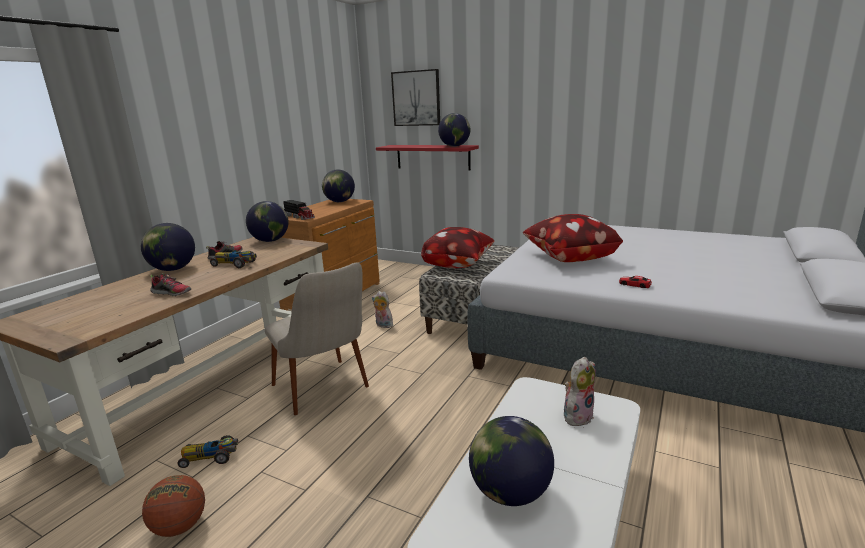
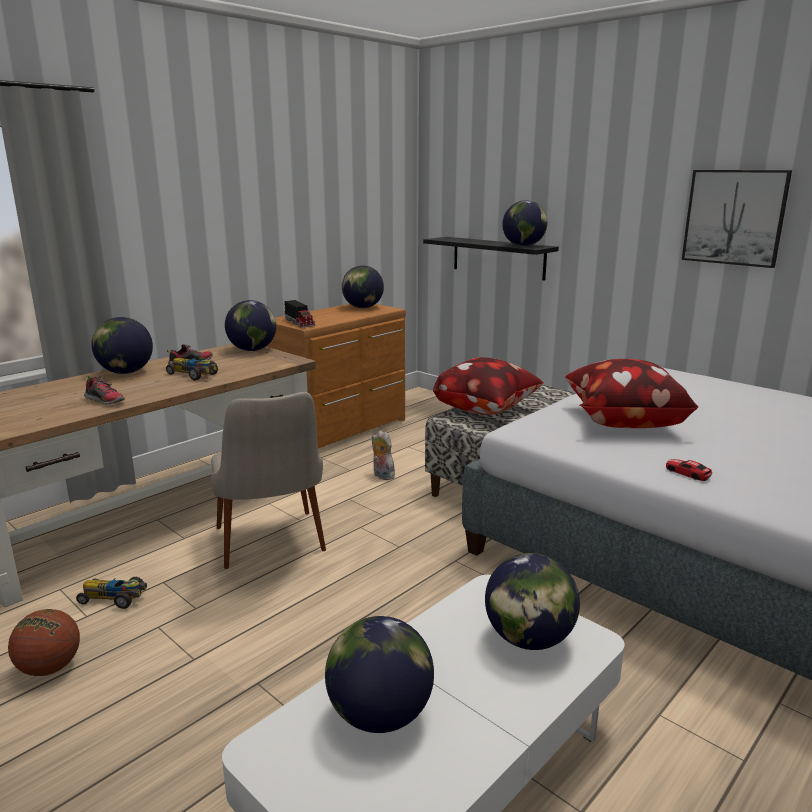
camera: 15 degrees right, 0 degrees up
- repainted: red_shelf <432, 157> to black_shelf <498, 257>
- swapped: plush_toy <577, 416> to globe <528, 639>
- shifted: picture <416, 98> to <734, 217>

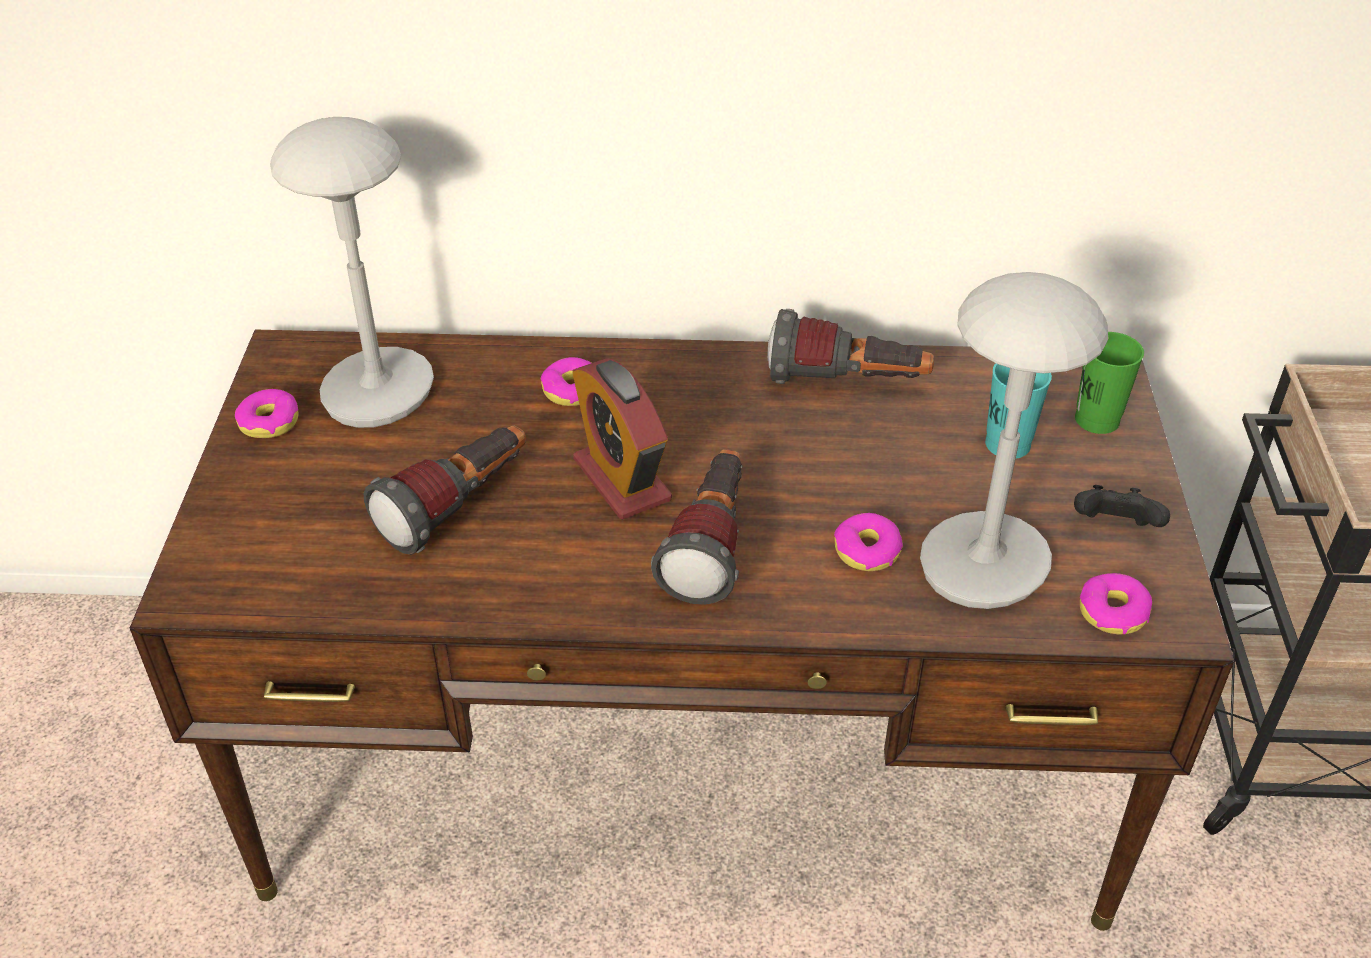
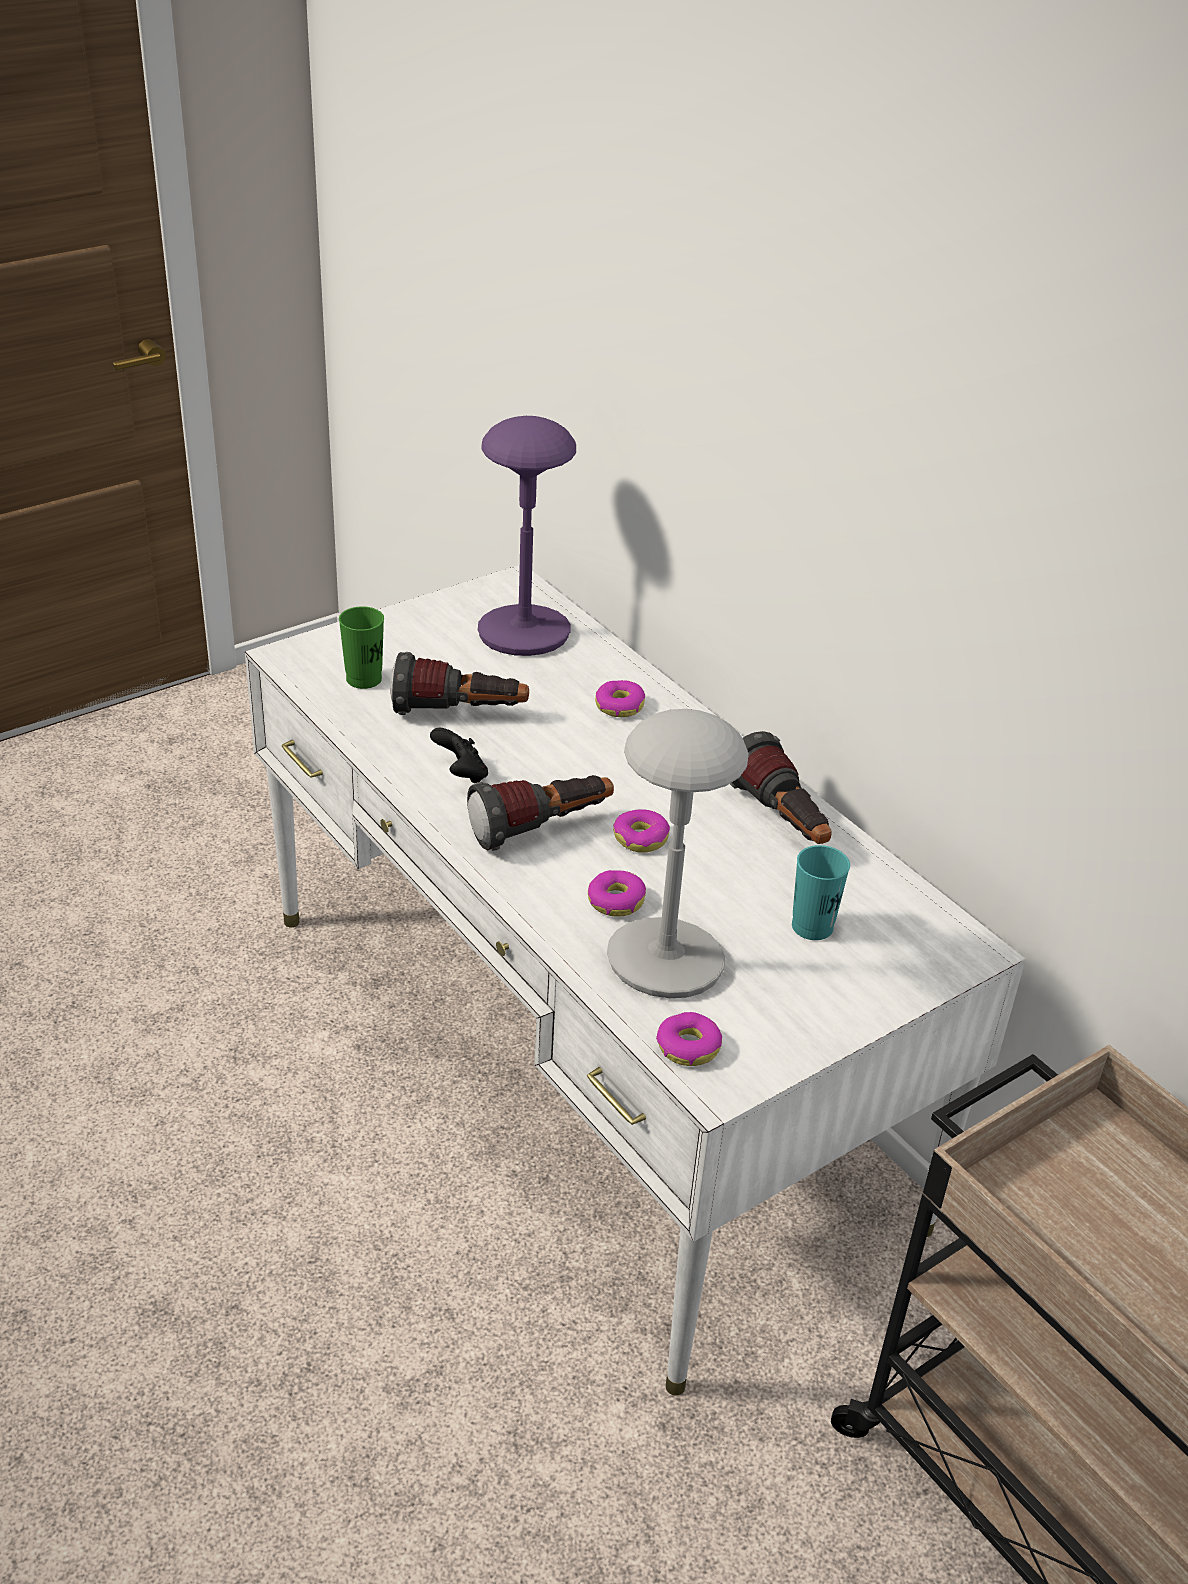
camera: 50 degrees right, 5 degrees down
- repainted: brown_desk <686, 761> to white_desk <581, 1062>
- shifted: green_cup <1097, 420> to <364, 679>
- shifted: black_game_controller <1114, 528> to <461, 774>
- repainted: grey_table_lamp <378, 391> to purple_table_lamp <524, 634>
- shifted: donut <269, 422> to <641, 838>
- gone: alarm_clock <622, 480>

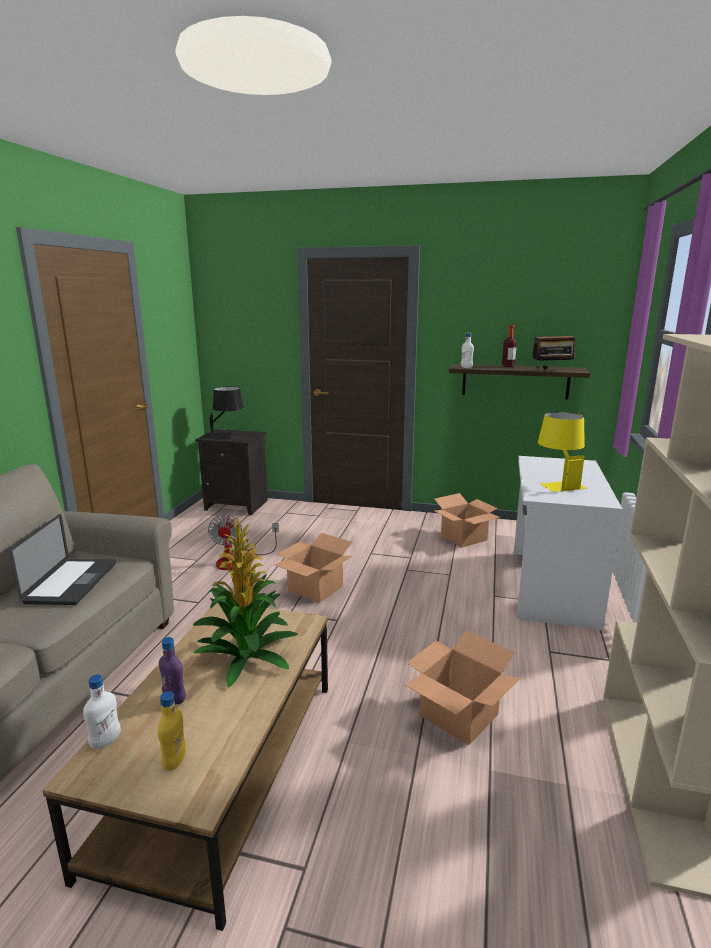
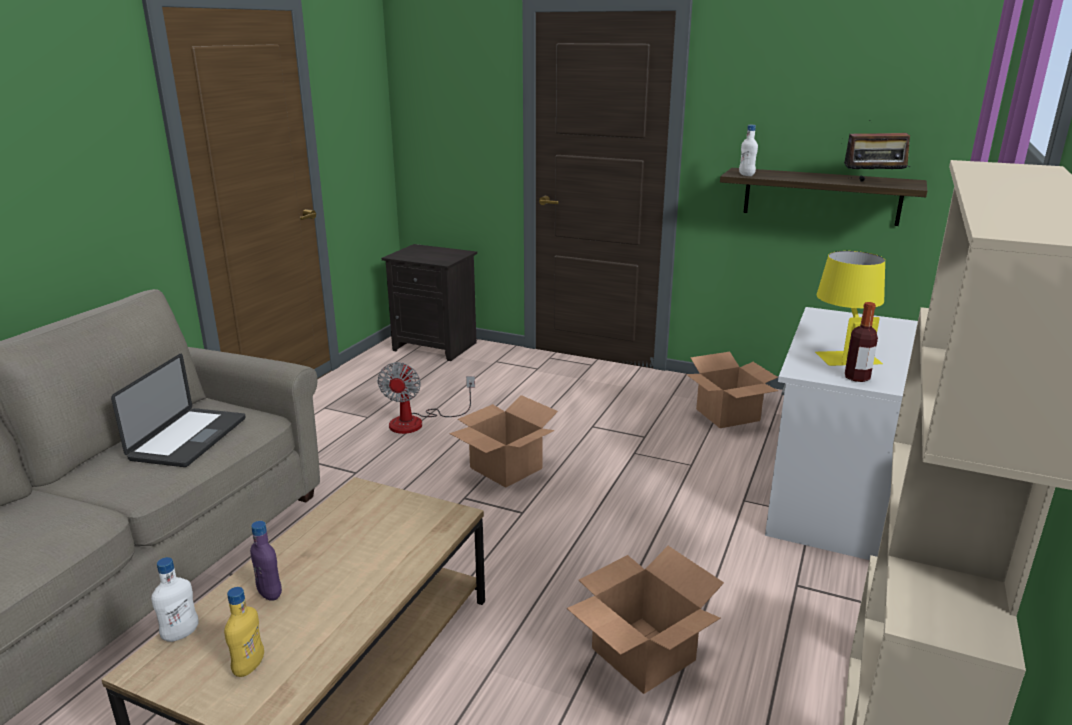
camera: 10 degrees right, 5 degrees up
- shifted: bottle <508, 366> to <857, 377>
- gone: potted_plant <248, 657>
- gone: black_table_lamp <228, 435>

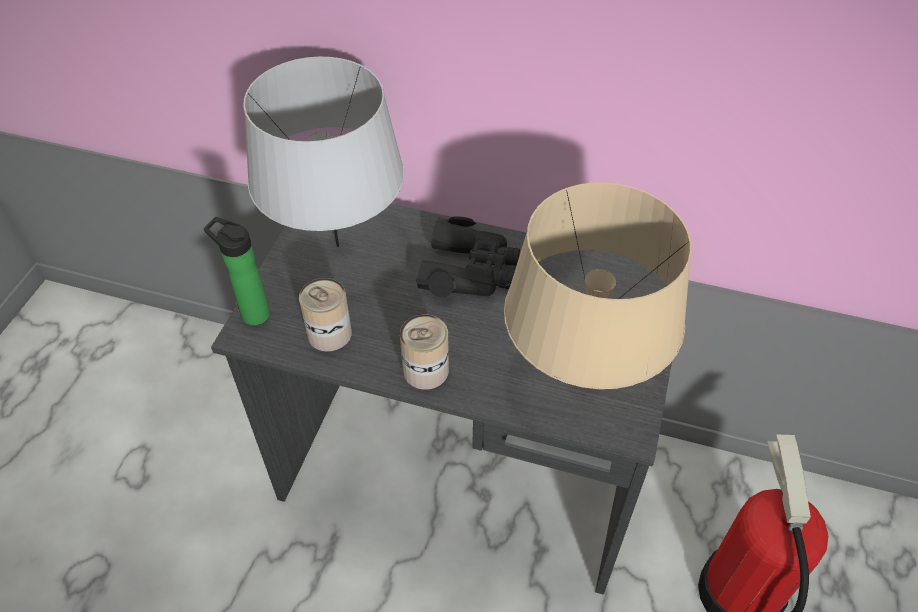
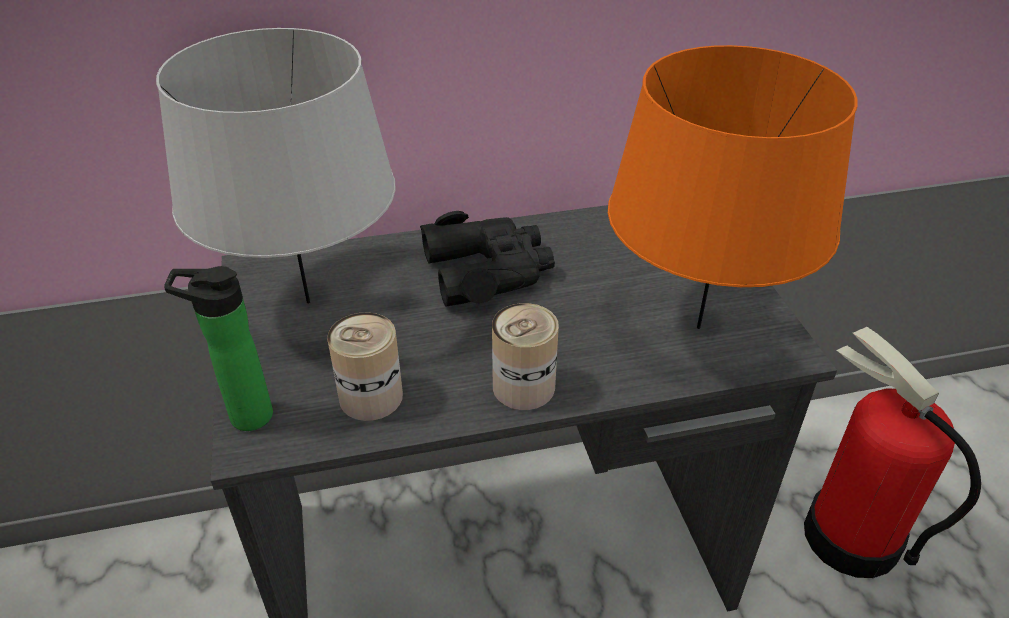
camera: 30 degrees left, 10 degrees down
- repainted: beige_table_lamp <580, 382> to orange_table_lamp <699, 328>

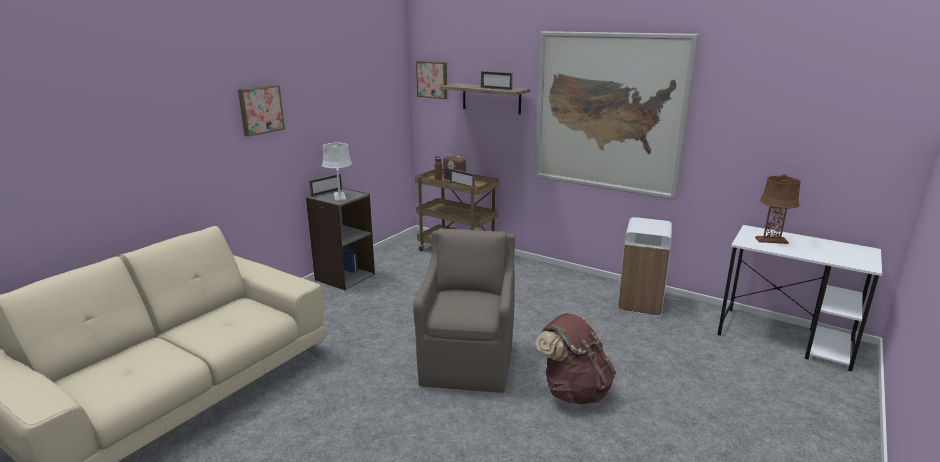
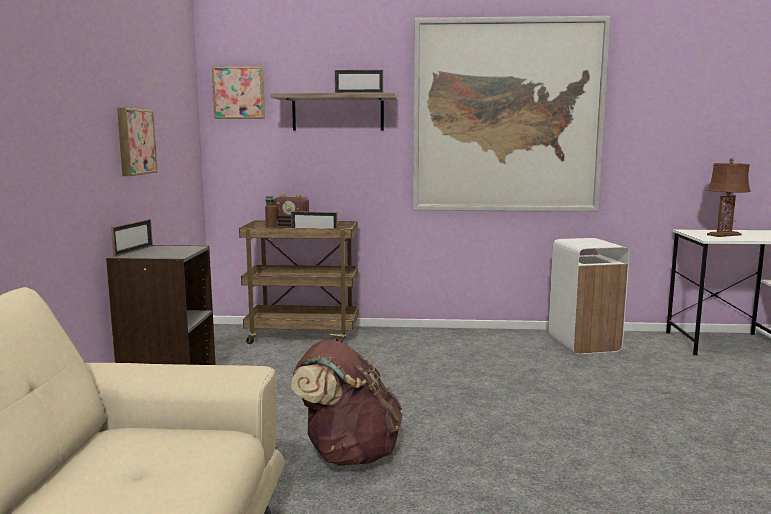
camera: 30 degrees left, 10 degrees down
- shifted: picture <260, 109> to <134, 141>
- shifted: brown_backpack <573, 391> to <348, 454>
- gone: white_table_lamp <339, 197>
- gone: brown_armchair <468, 362>

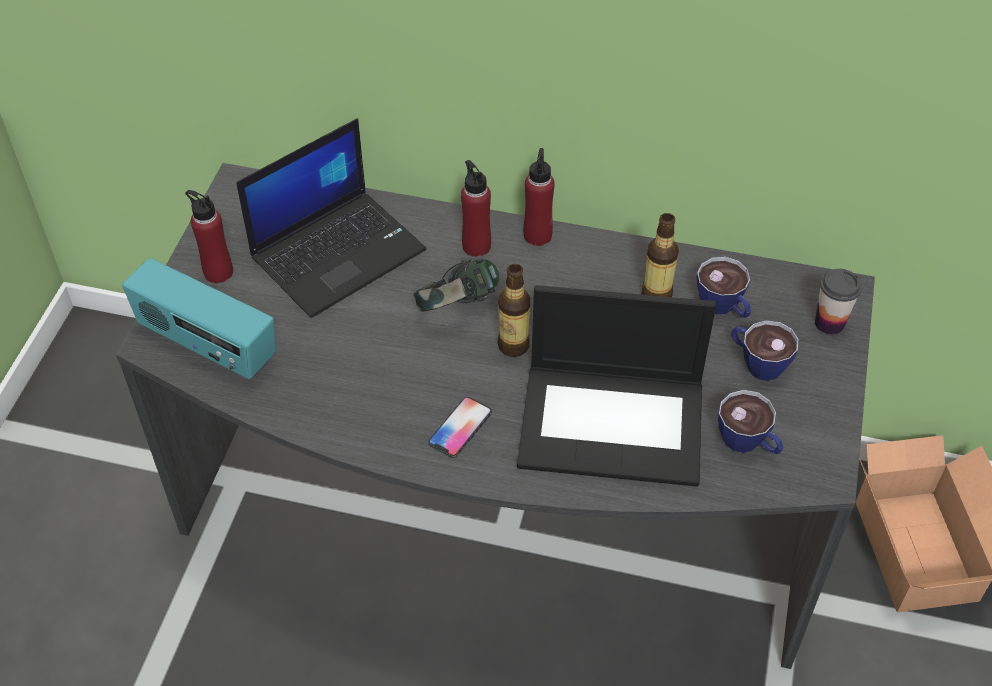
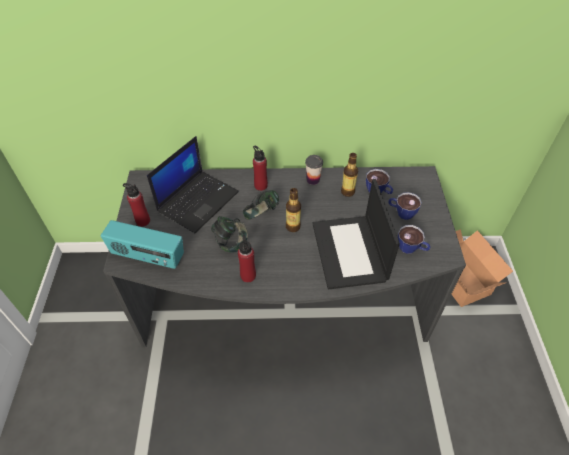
camera: 15 degrees left, 0 degrees up
- new: headphones <231, 242>
- shifted: red_bottle <537, 235> to <248, 276>
- shifted: cup <829, 323> to <313, 180>
- rotated: laptop <614, 423> = <350, 252> 90 degrees clockwise
- gone: phone <460, 428>

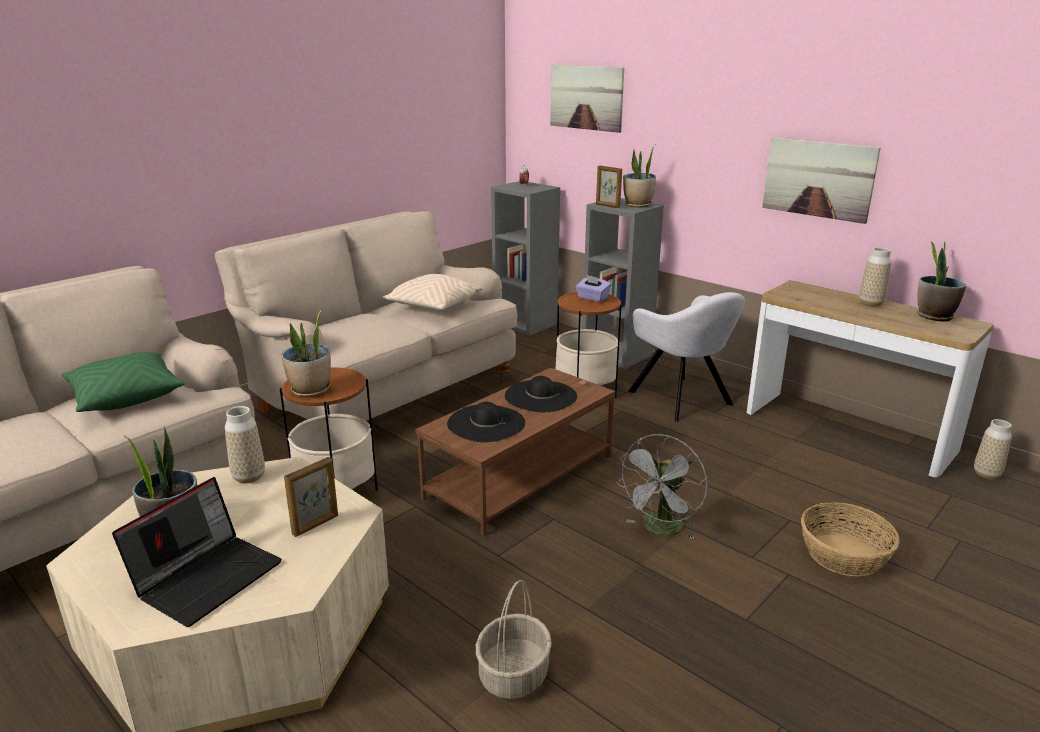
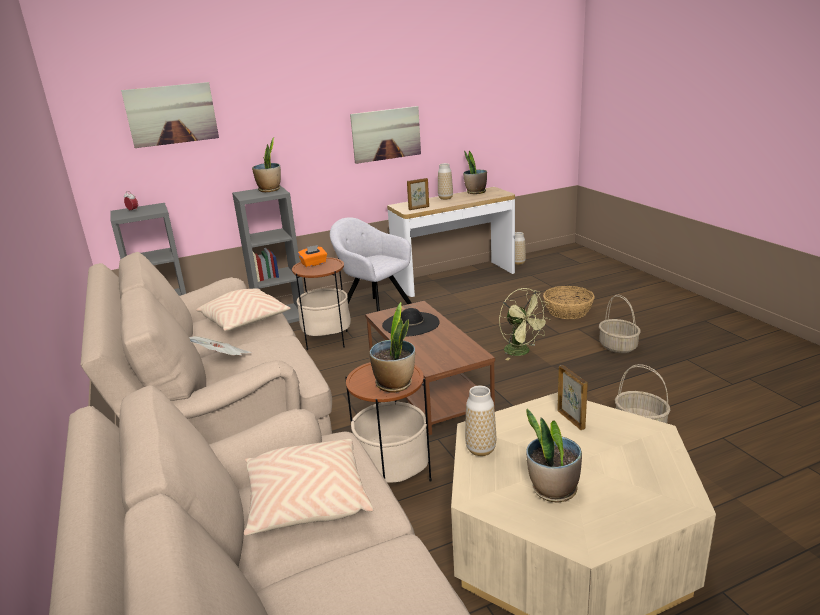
camera: 65 degrees left, 0 degrees up
- new: newspaper <222, 360>
- repainted: green_pillow <125, 396> to beige_pillow <307, 501>
- repainted: purple_tissue_box <592, 298> to orange_tissue_box <314, 264>
- rotated: grey_armchair <683, 399> = <374, 311> 135 degrees counterclockwise
- shifted: picture_frame <607, 206> to <419, 208>
- repainted: grey_fan <661, 530> to green_fan <521, 352>
- new: basket <618, 346>
- gone: laptop <208, 576>
- gone: black_hat <486, 423>

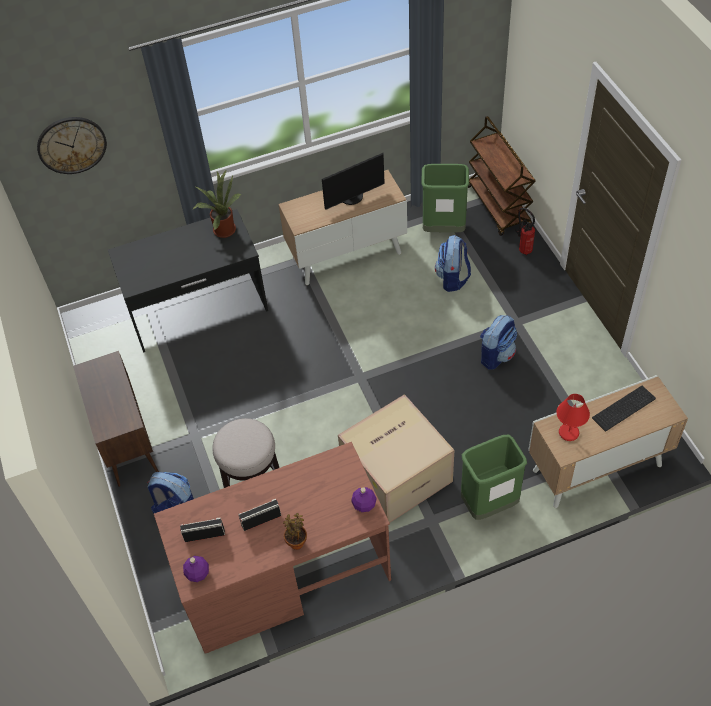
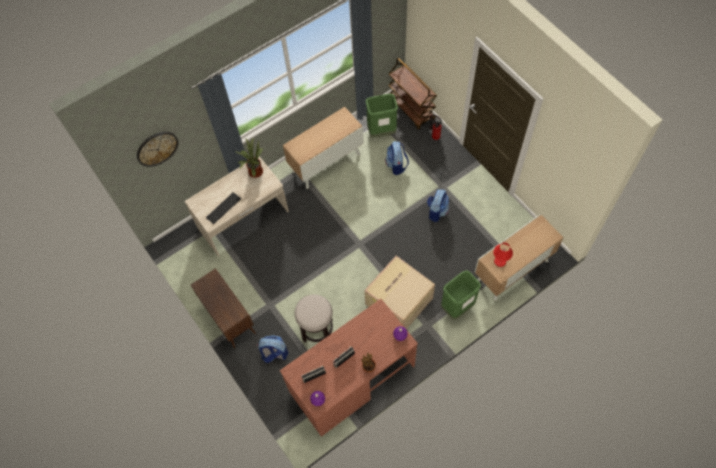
camera: 15 degrees left, 10 degrees up
- repainted: black_desk <198, 310> to beige_desk <243, 220>
- shifted: keyboard <624, 409> to <223, 208>
- gone: monitor <352, 198>

